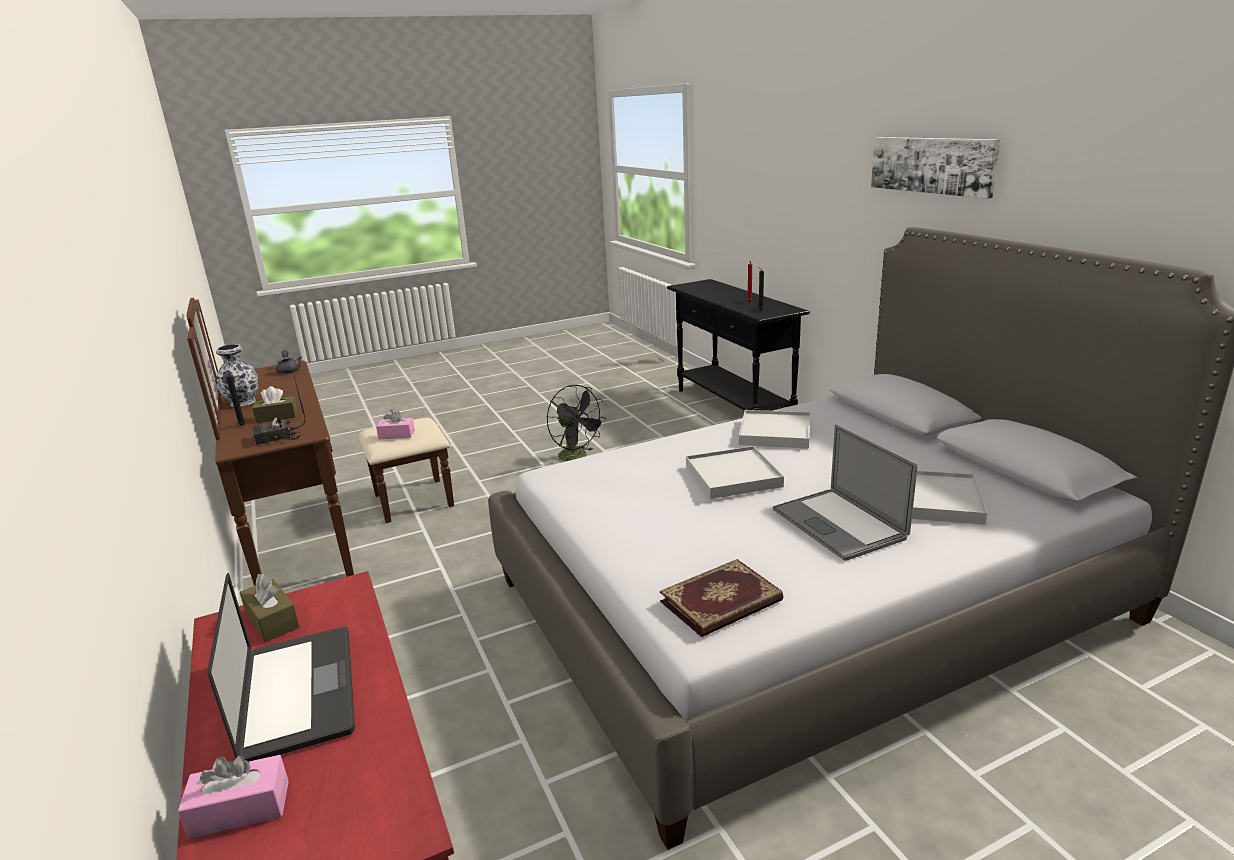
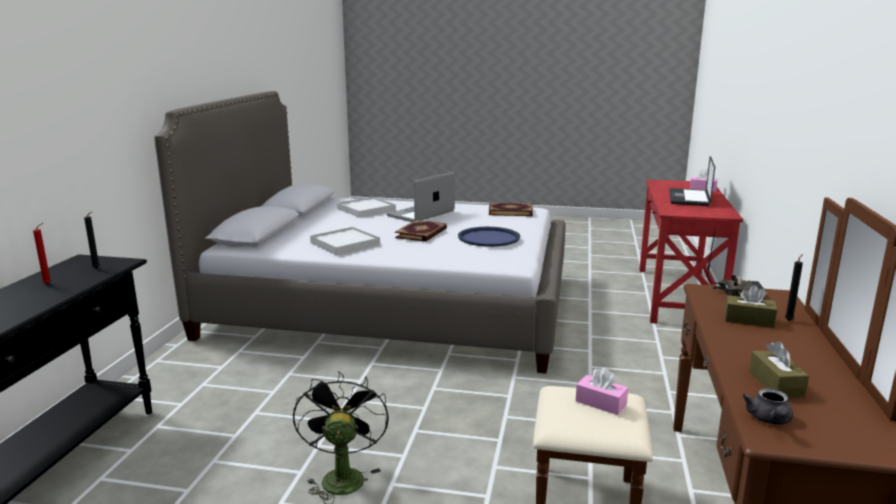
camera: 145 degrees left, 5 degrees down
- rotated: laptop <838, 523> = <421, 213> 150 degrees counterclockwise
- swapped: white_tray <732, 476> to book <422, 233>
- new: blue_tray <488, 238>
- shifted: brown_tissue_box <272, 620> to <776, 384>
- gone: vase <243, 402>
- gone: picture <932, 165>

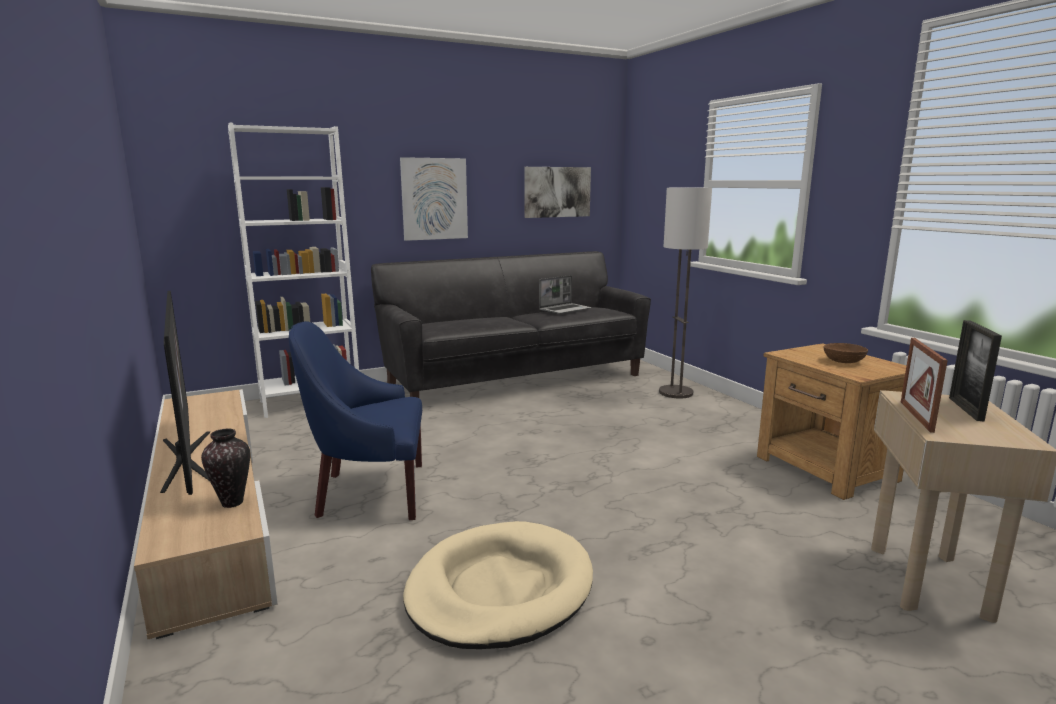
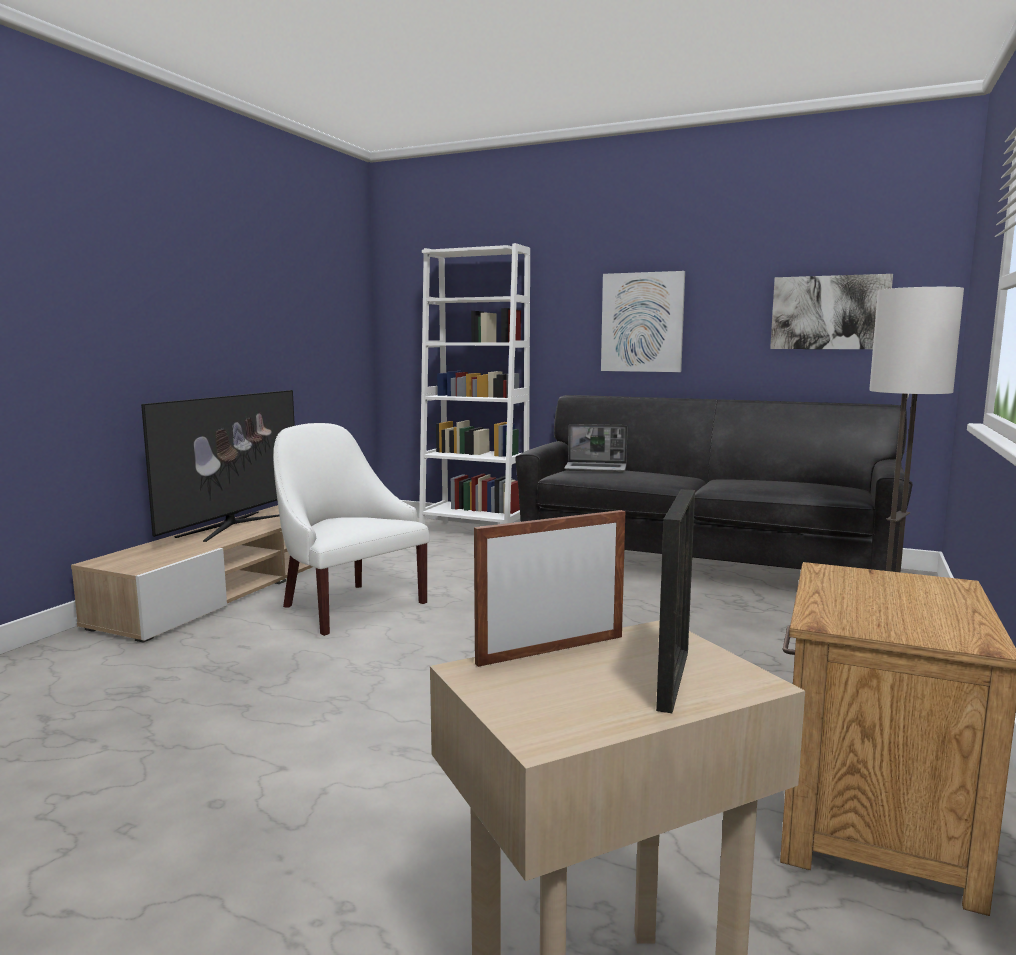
camera: 50 degrees right, 5 degrees down
- repainted: blue_armchair <369, 492> to white_armchair <348, 605>
- shifted: laptop <565, 309> to <596, 468>
- rotated: picture_frame <965, 409> = <673, 679> 135 degrees clockwise
- gone: vase <233, 503>
- gone: beige_dog_bed <499, 589>
- gone: brown_bowl <844, 361>

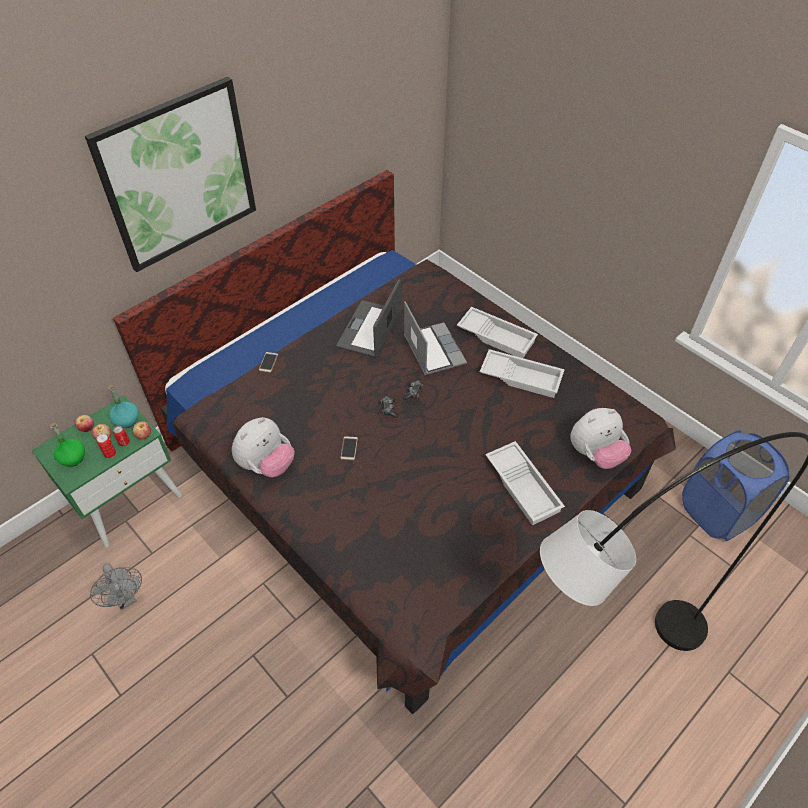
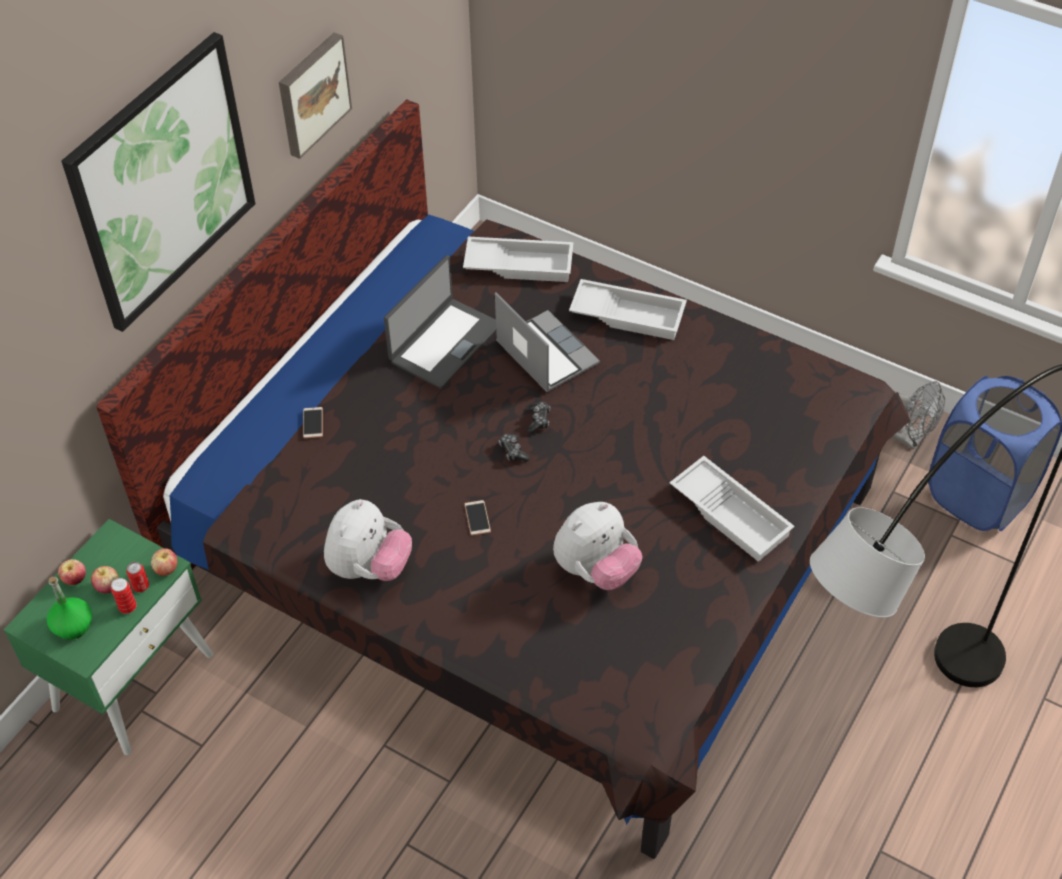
camera: 15 degrees left, 0 degrees up
- new: picture <312, 94>
- rotated: laptop <370, 329> = <444, 343> 150 degrees counterclockwise
- shifted: white_tray <521, 376> to <520, 264>
- shifted: plush_toy <595, 454> to <596, 570>
- shifted: grey_fan <126, 599> to <909, 438>
- gone: turquoise_bottle <126, 420>

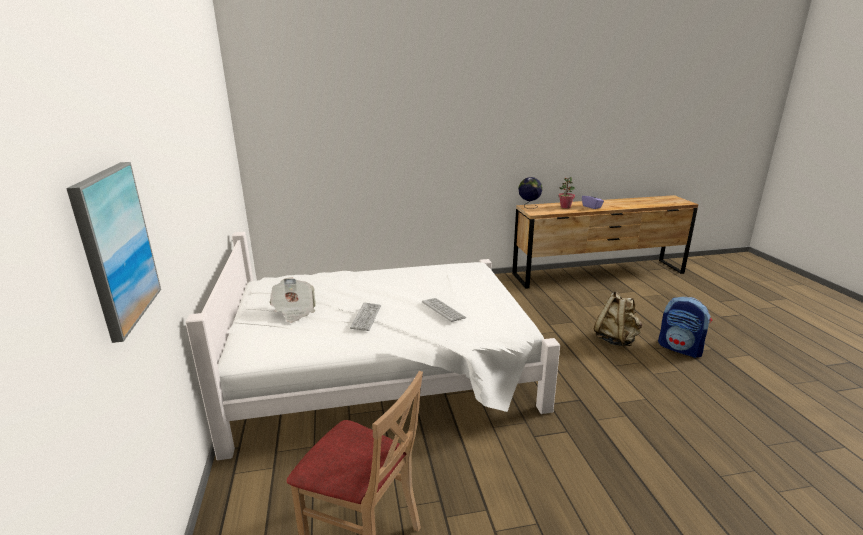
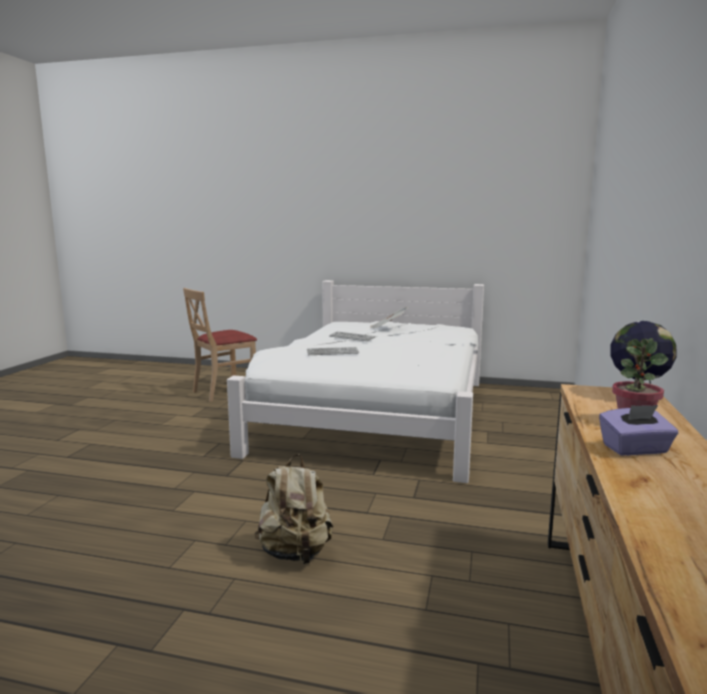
camera: 115 degrees right, 10 degrees down
- gone: picture <116, 247>
- gone: backpack <680, 349>

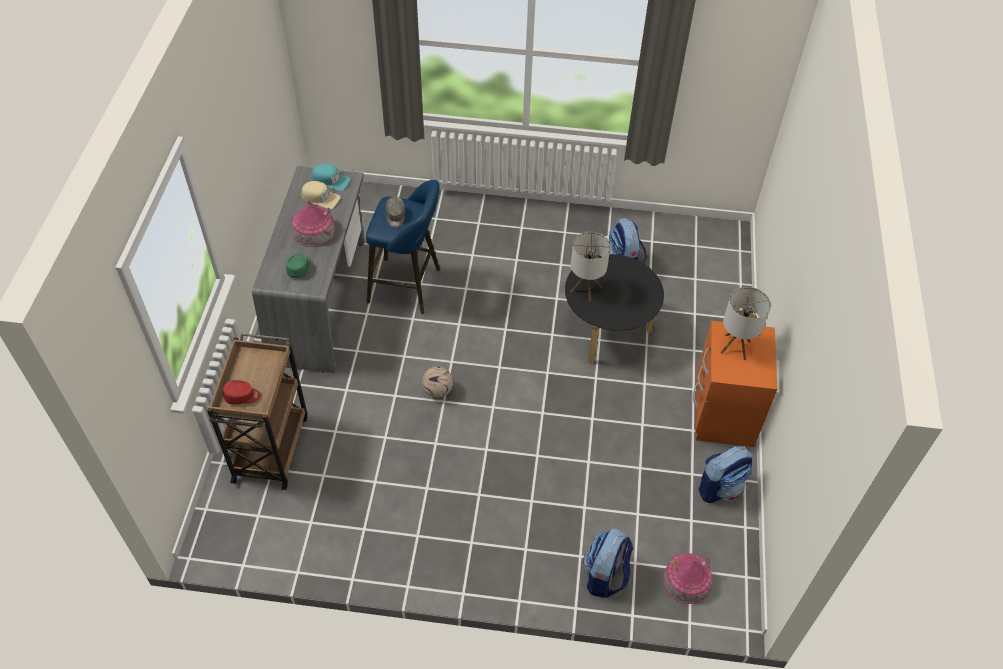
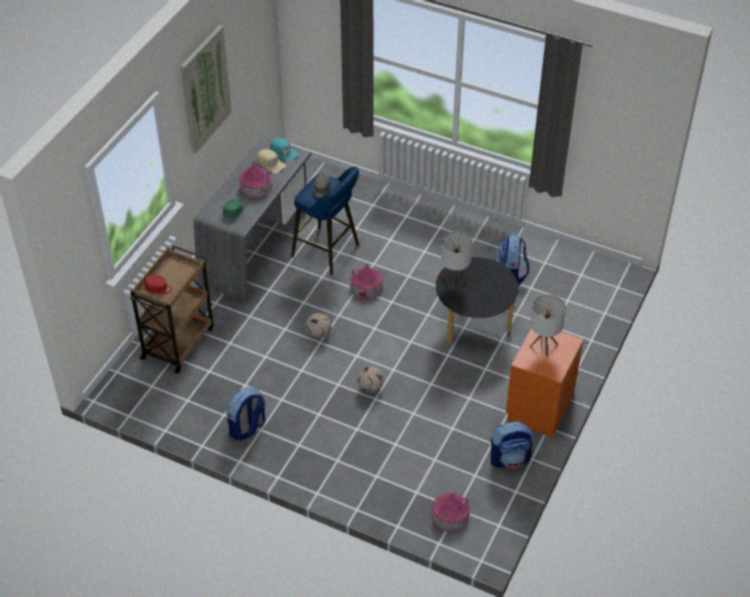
camera: 20 degrees right, 5 degrees down
- new: picture <205, 89>
- shifted: backpack <605, 576> to <247, 428>
- new: toy_house <366, 286>
- new: football <370, 387>

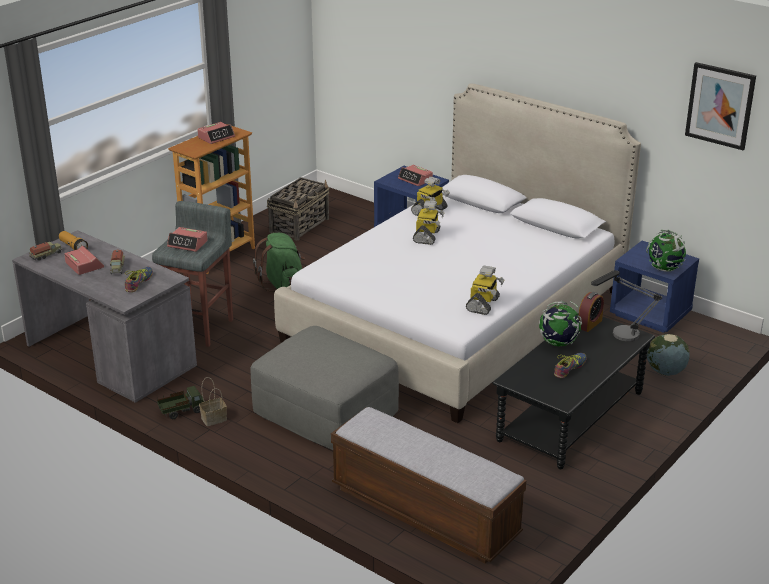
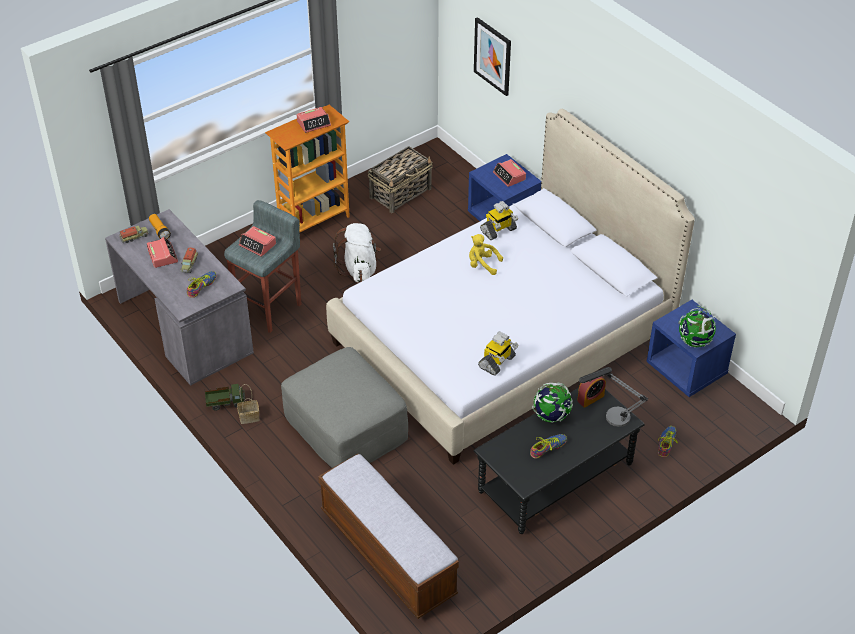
camera: 15 degrees right, 15 degrees up
- repainted: green_backpack <282, 285> to white_backpack <359, 269>
- swapped: toy_robot <427, 236> to yellow_plush_toy <482, 265>
- shifted: picture <720, 105> to <493, 56>
- swapped: globe <665, 372> to shoe <666, 443>

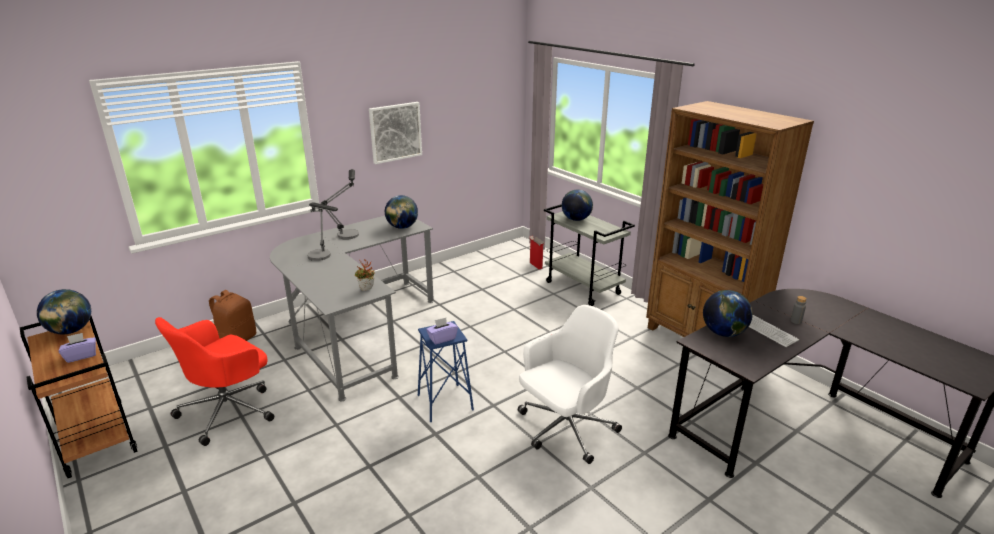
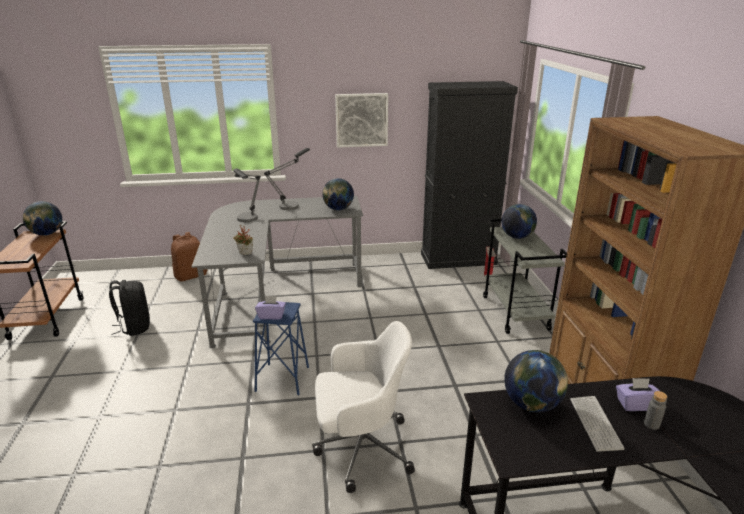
camera: 30 degrees right, 0 degrees up
- swapped: red_office_chair <229, 410> to black_backpack <134, 327>
- new: black_cabinet <458, 259>
- shifted: purple_tissue_box <81, 356> to <636, 404>

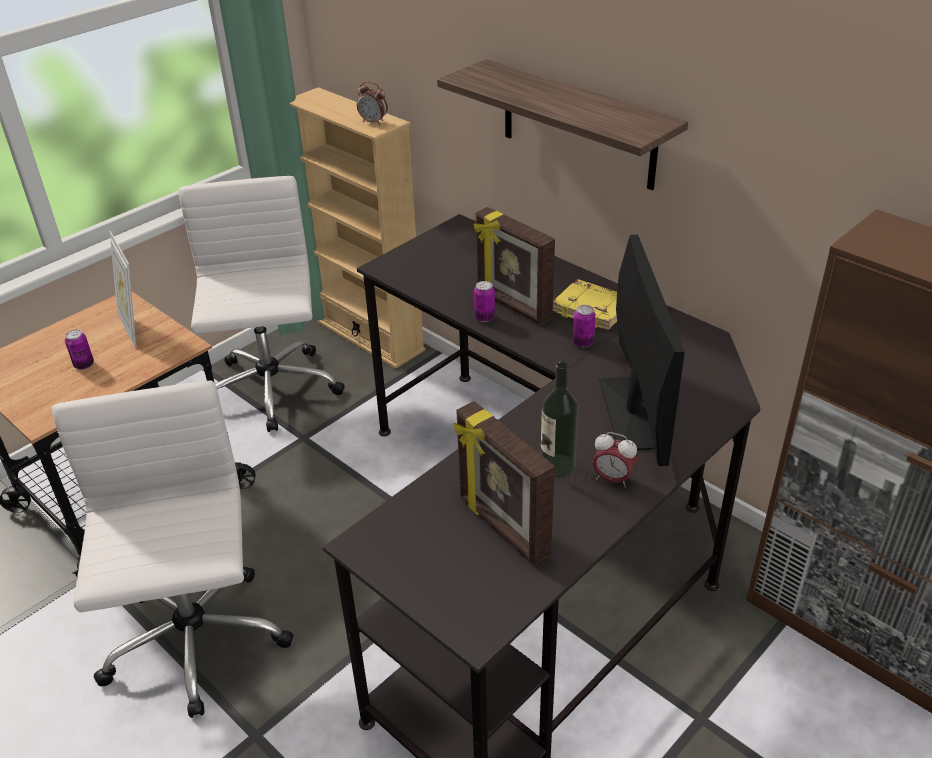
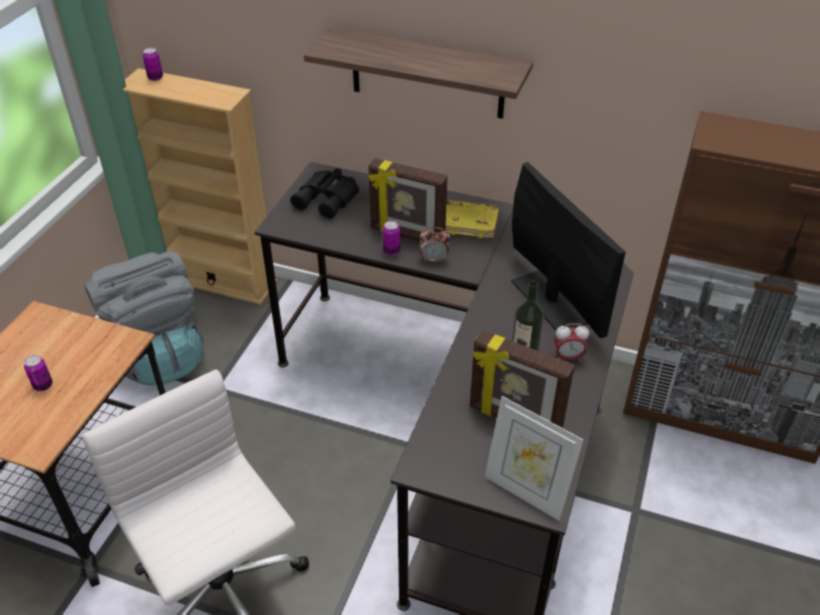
camera: 25 degrees left, 5 degrees up
- swapped: white_office_chair <271, 391> to grey_backpack <159, 355>
- shifted: can <583, 342> to <155, 78>
- new: black_binoculars <328, 199>
- shifted: alarm_clock <373, 122> to <434, 259>
- shifted: picture_frame <134, 327> to <525, 492>

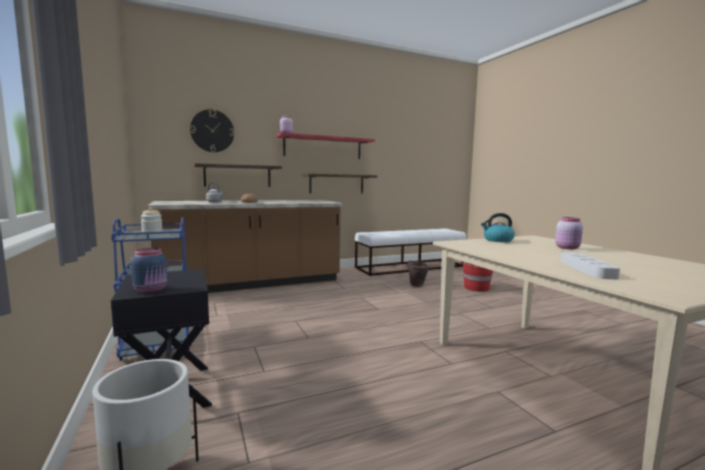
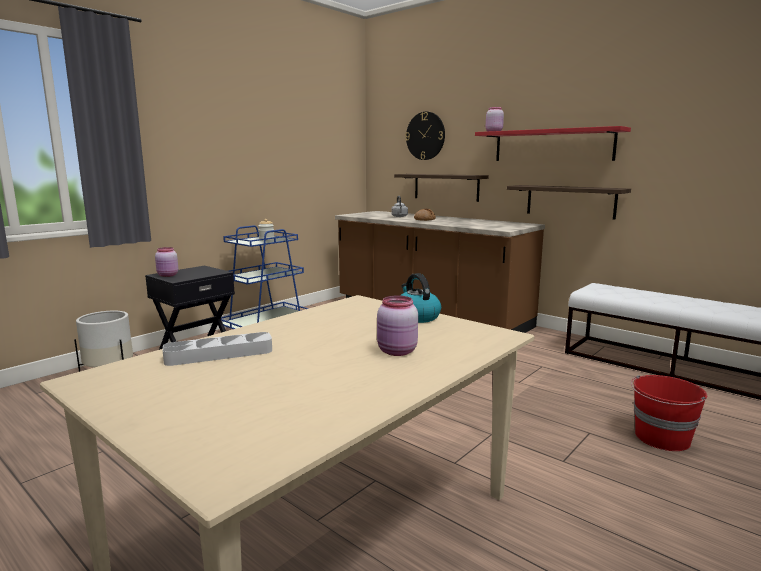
camera: 65 degrees right, 5 degrees up
- repainted: blue_jar <151, 290> to pink_jar <168, 275>
- gone: brown_bucket <416, 285>

